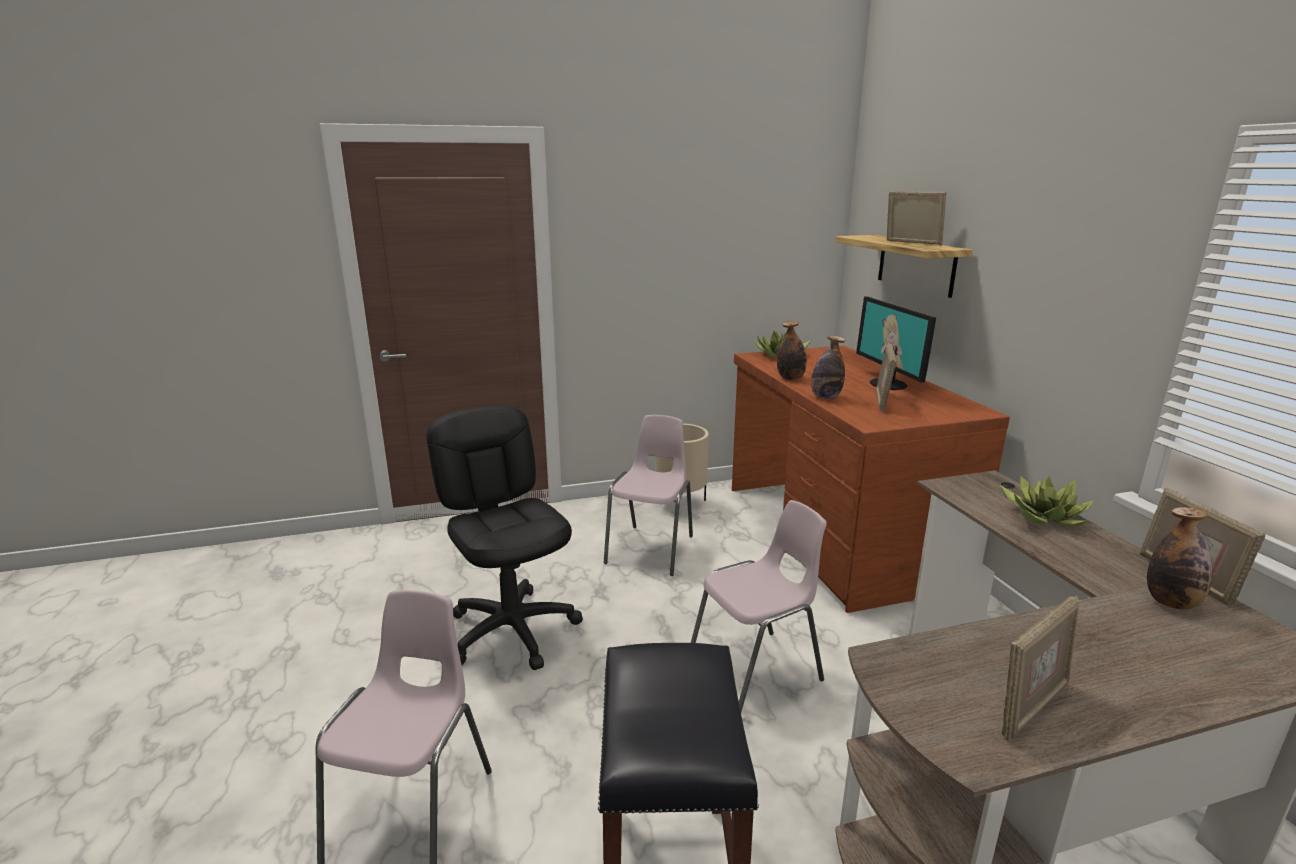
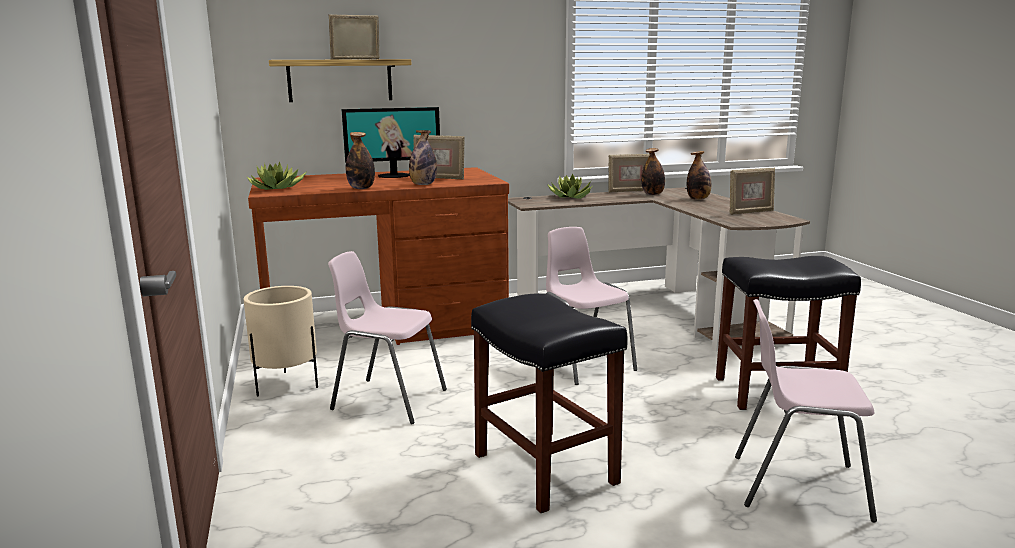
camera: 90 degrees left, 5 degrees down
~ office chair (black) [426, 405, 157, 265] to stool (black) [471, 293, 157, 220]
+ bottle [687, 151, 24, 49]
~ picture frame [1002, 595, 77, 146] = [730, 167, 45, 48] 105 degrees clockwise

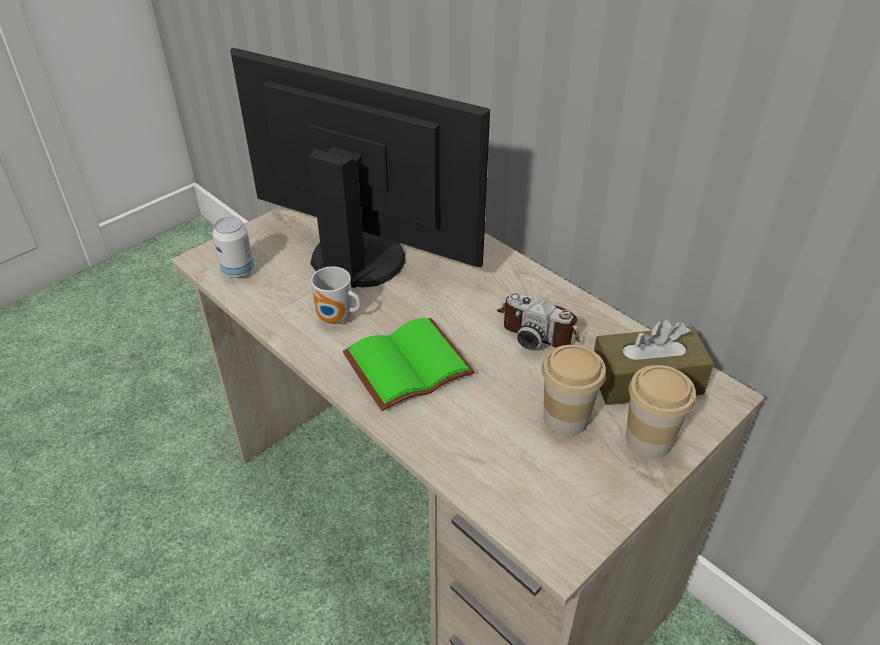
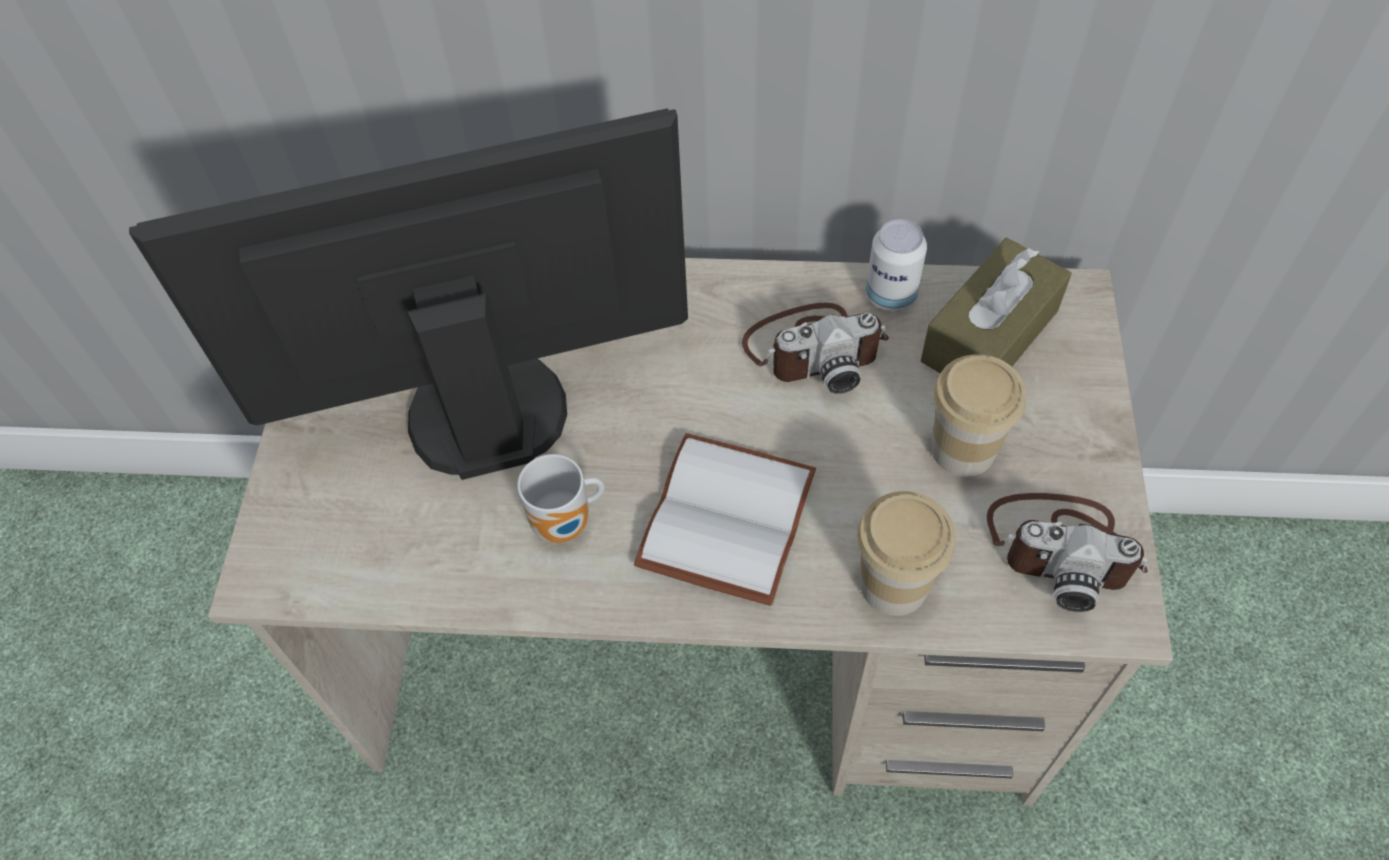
camera: 40 degrees left, 15 degrees up
~ book (green) [343, 318, 132, 93] to book (white) [634, 433, 182, 173]
~ cup [625, 365, 71, 93] to [857, 491, 99, 125]
~ can [213, 217, 41, 61] to [866, 219, 61, 92]
+ photo camera [987, 493, 161, 119]

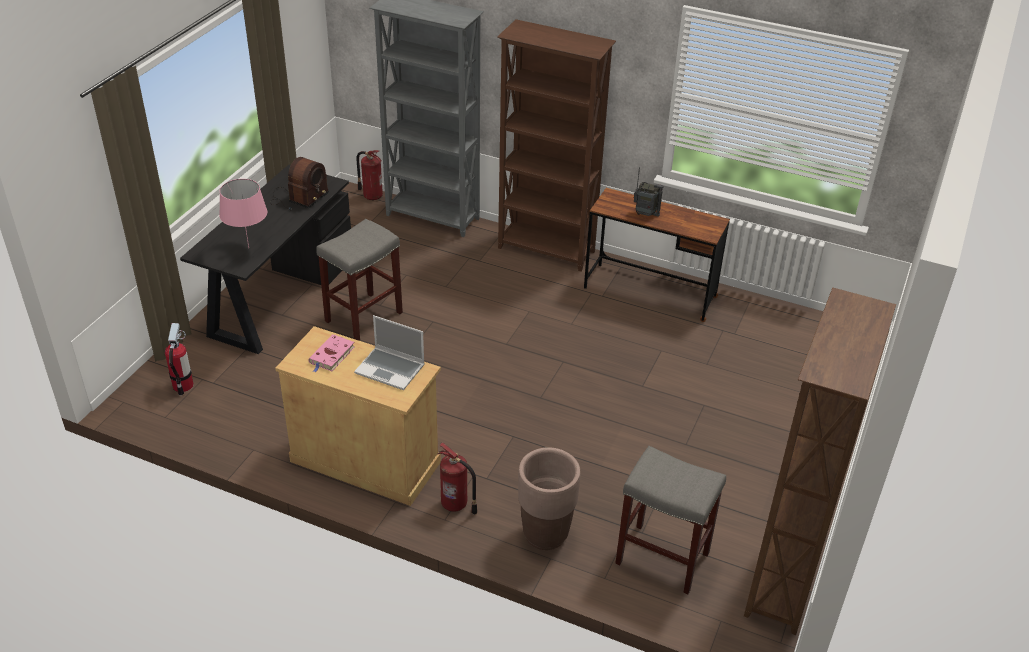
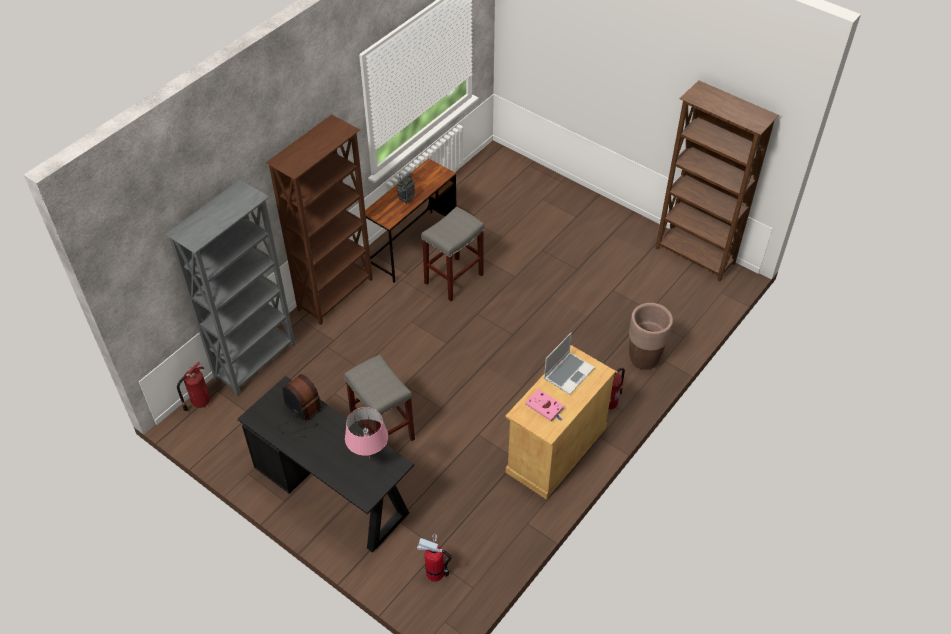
camera: 75 degrees left, 10 degrees up
~ stool (grey) [615, 446, 111, 148] to [421, 206, 63, 95]

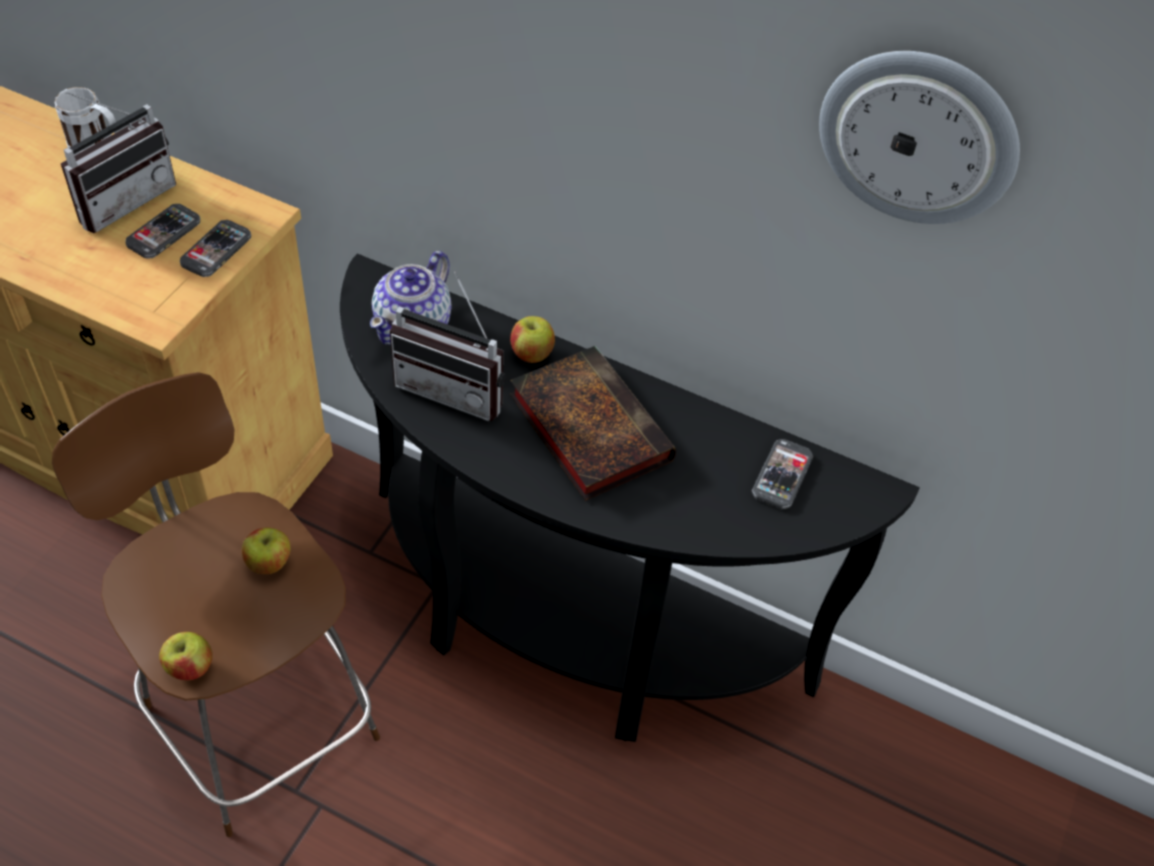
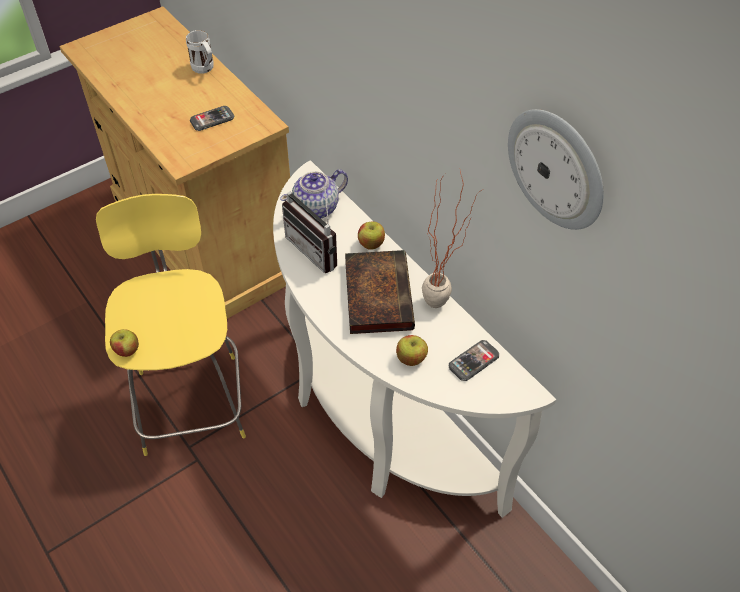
camera: 30 degrees right, 0 degrees up
~ stool (brown) [52, 372, 328, 465] to stool (yellow) [96, 194, 150, 262]
~ console table (black) [340, 254, 580, 488] to console table (white) [273, 160, 283, 358]
~ apple [242, 528, 49, 46] to [396, 335, 32, 31]
+ potted plant [422, 171, 61, 137]
- radio [61, 92, 115, 141]
- phone [180, 220, 71, 57]

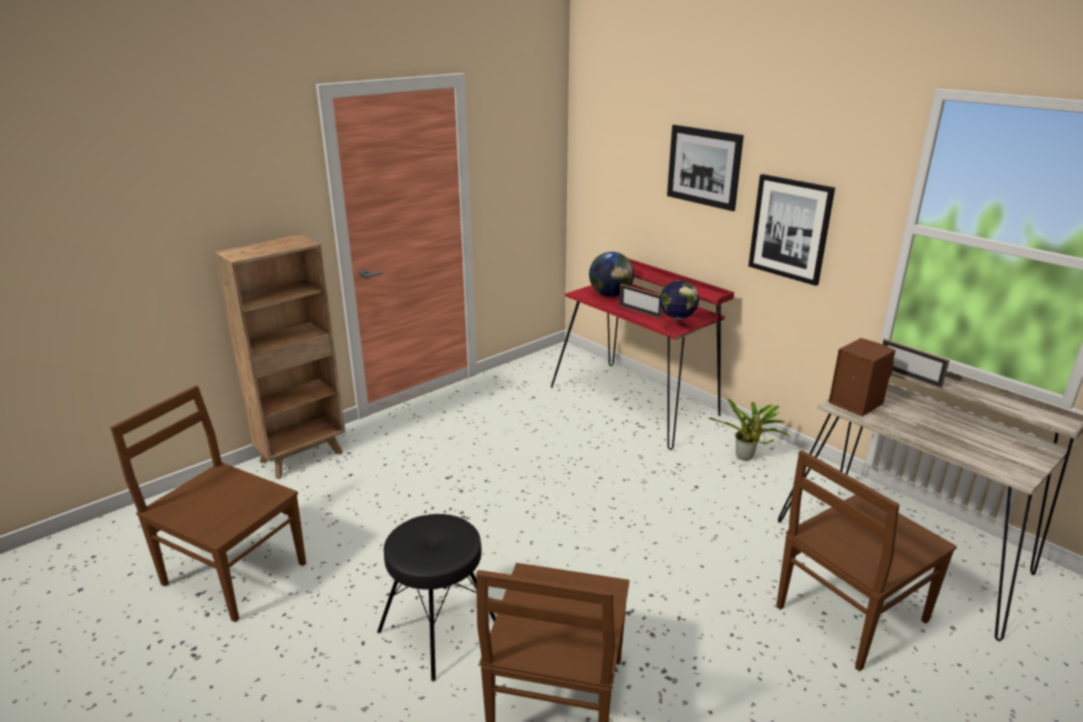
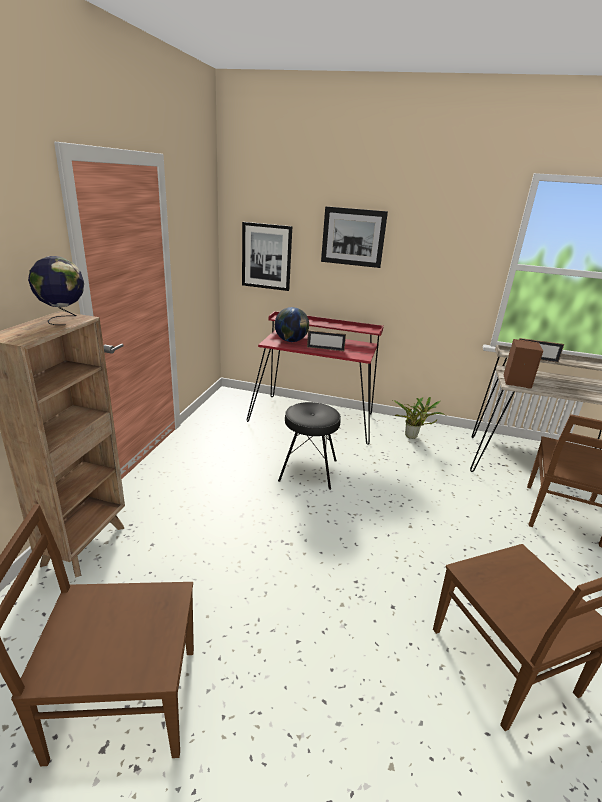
camera: 35 degrees left, 0 degrees up
~ globe [660, 280, 39, 54] to [28, 256, 56, 69]
~ picture [748, 174, 87, 112] to [242, 222, 50, 69]
~ stool (black) [377, 514, 119, 167] to [278, 402, 63, 88]

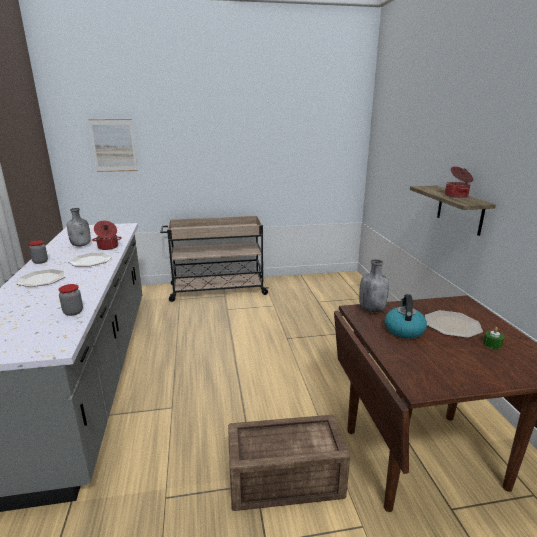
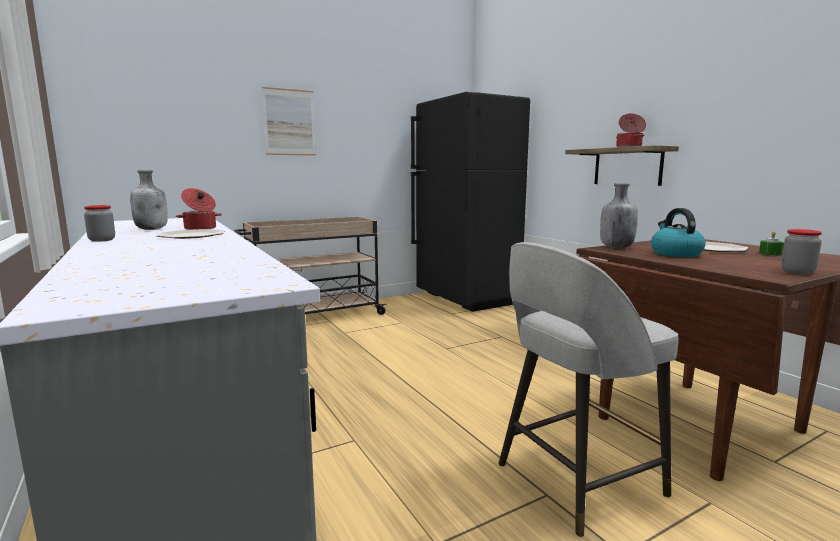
camera: 20 degrees left, 10 degrees down
~ picture [88, 119, 50, 53] to [262, 87, 54, 69]
+ fridge (black) [411, 92, 119, 220]
~ crate [228, 415, 122, 96] to stool (grey) [498, 242, 181, 295]
~ jar [58, 284, 25, 32] to [781, 229, 41, 45]
- plate [17, 269, 49, 18]

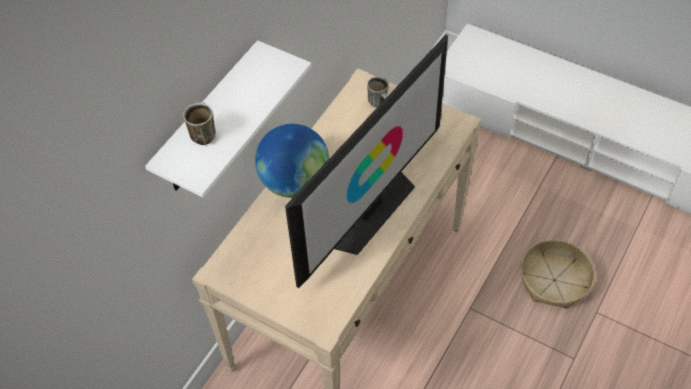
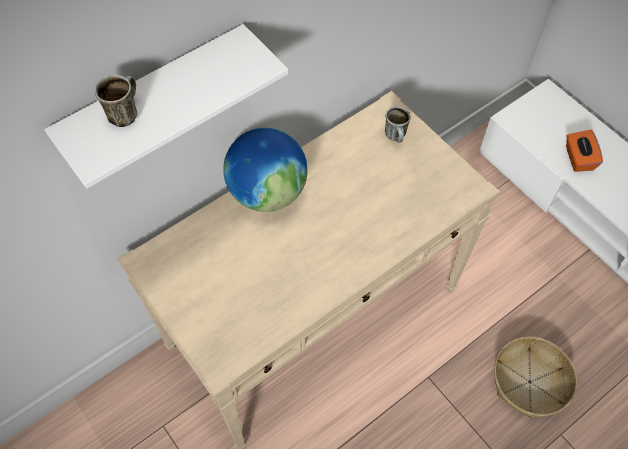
camera: 20 degrees right, 5 degrees up
+ tissue box (orange) [566, 130, 37, 42]
- television [285, 35, 163, 253]

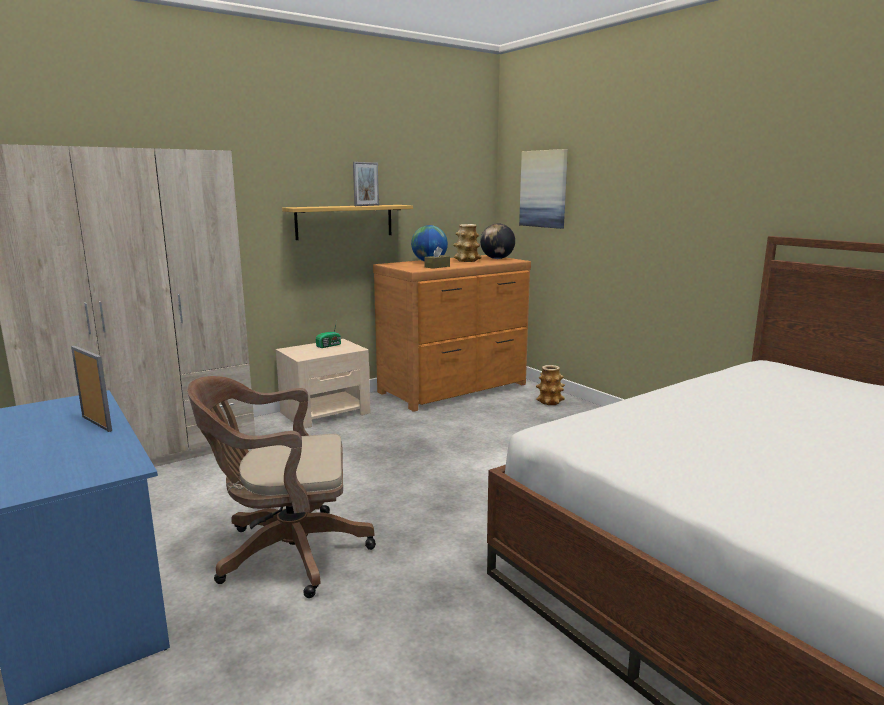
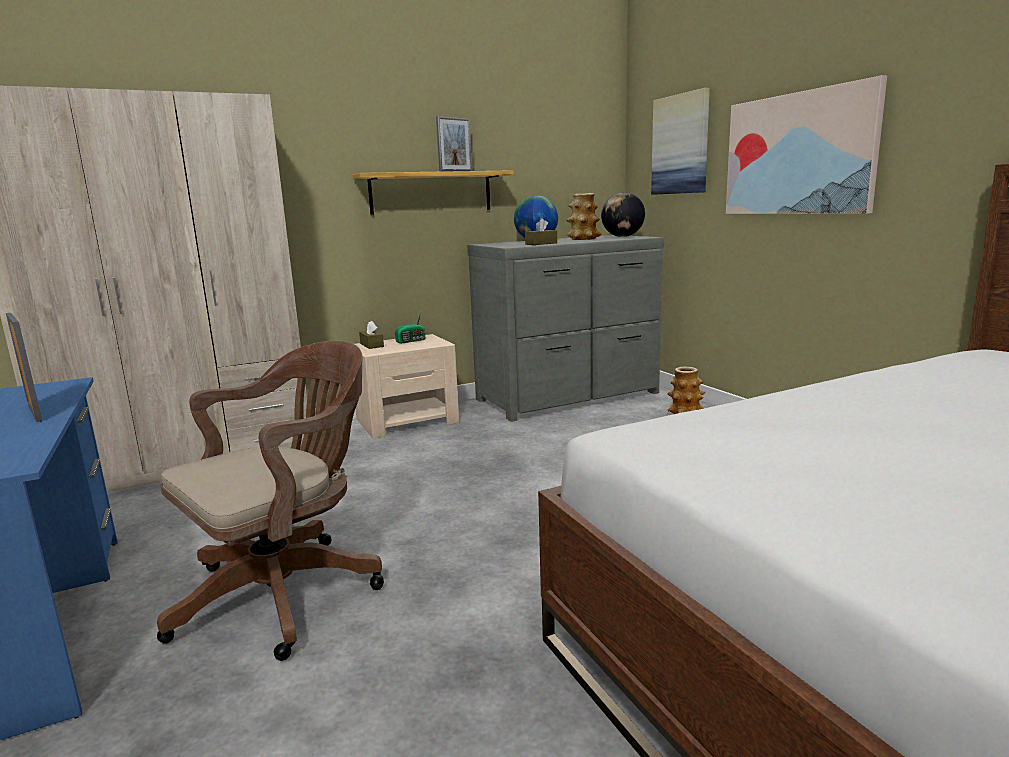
camera: 10 degrees right, 0 degrees up
~ office chair (brown) [187, 376, 189, 222] = [157, 341, 227, 320] 135 degrees clockwise
+ tissue box (brown) [359, 321, 25, 28]
~ dresser (brown) [373, 255, 158, 157] to dresser (grey) [467, 235, 197, 187]
+ picture [726, 75, 161, 139]

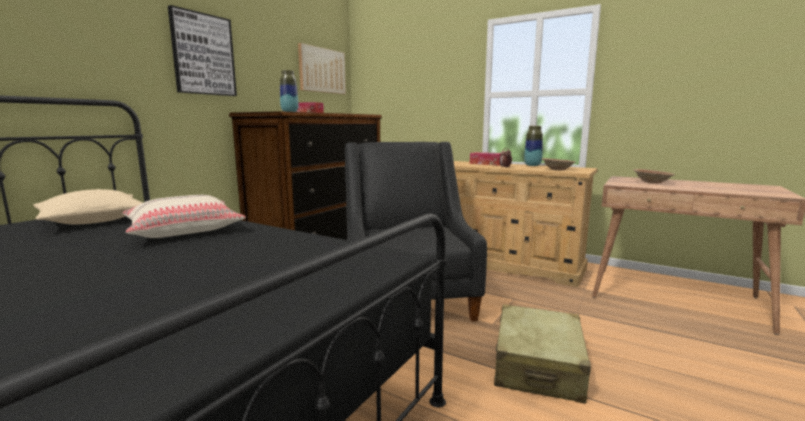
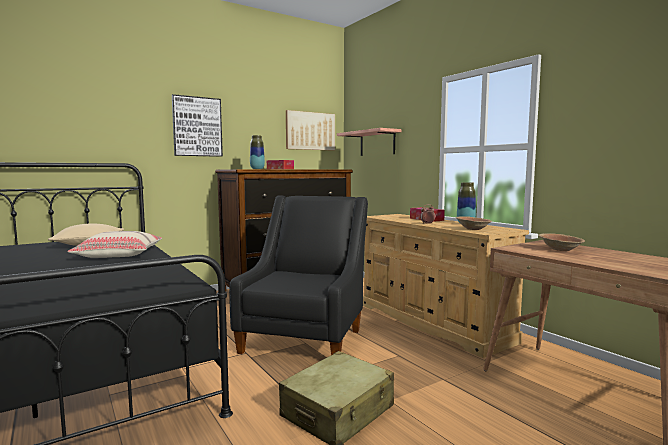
camera: 25 degrees right, 5 degrees down
+ shelf [337, 128, 65, 28]

